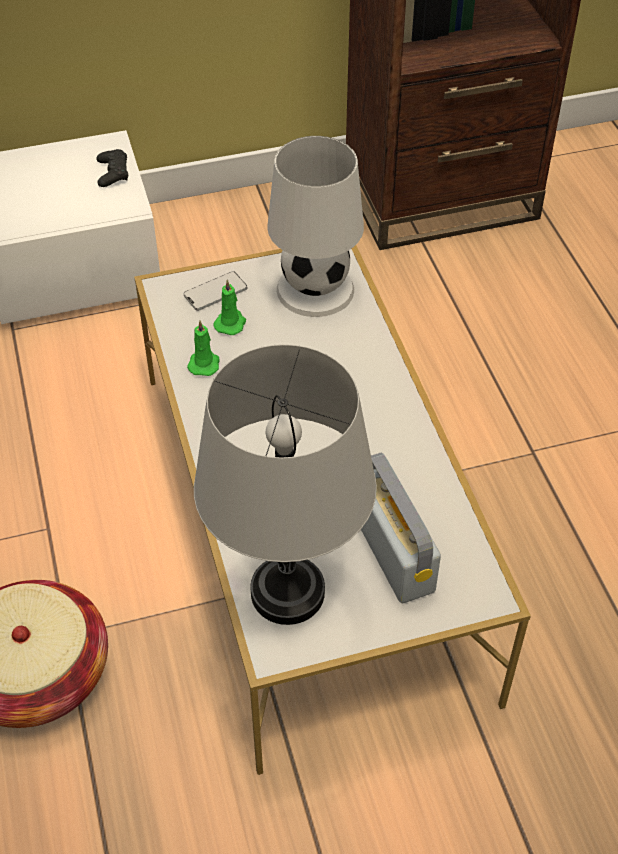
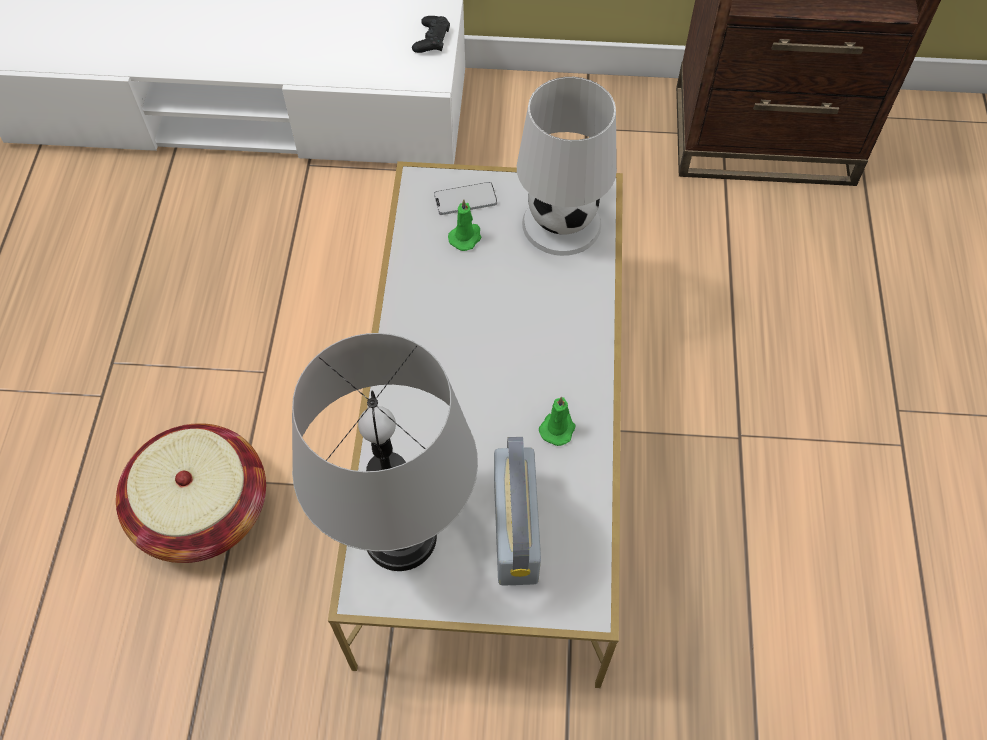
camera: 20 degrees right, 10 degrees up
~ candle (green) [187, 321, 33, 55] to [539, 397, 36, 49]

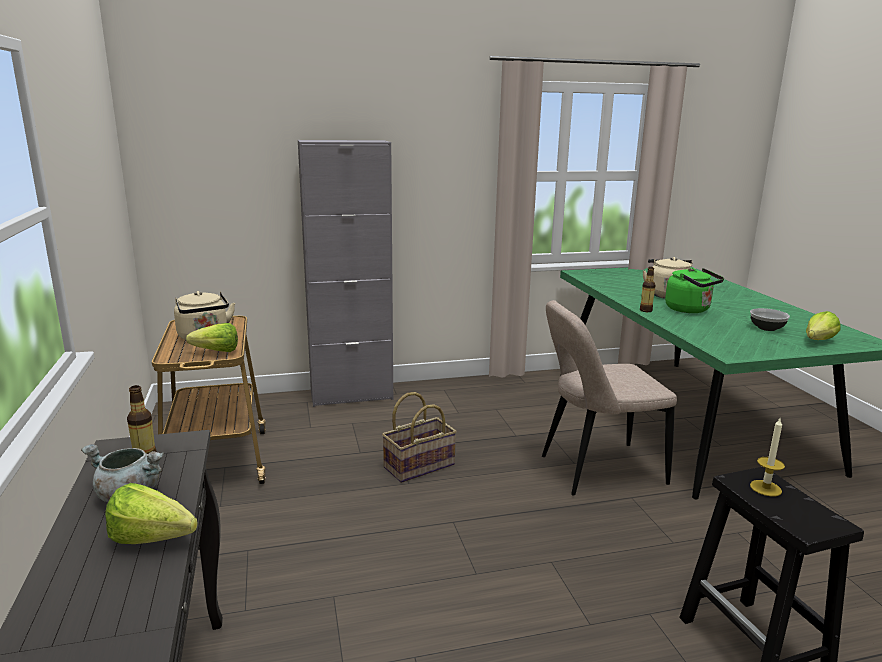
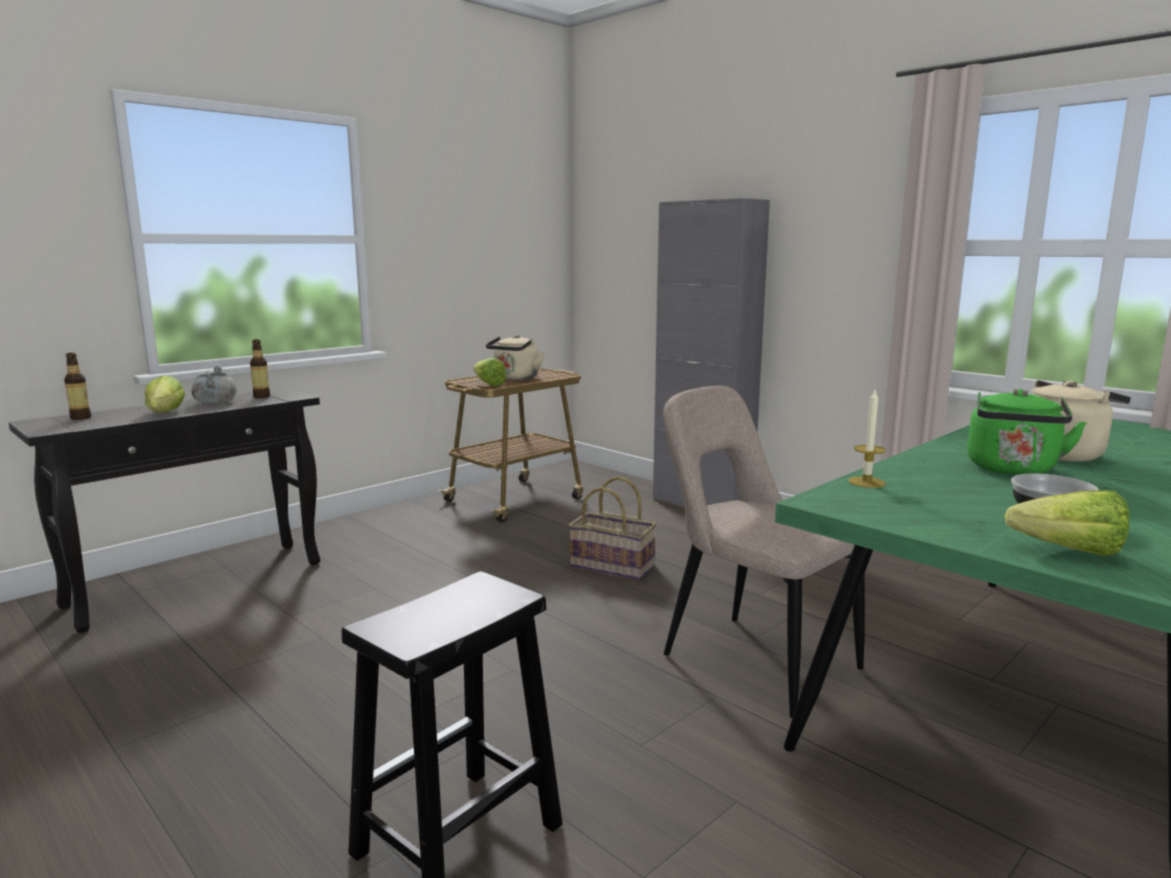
camera: 60 degrees right, 5 degrees down
~ bottle [640, 267, 15, 45] to [64, 353, 27, 67]
~ candle [750, 418, 35, 79] to [848, 390, 38, 98]

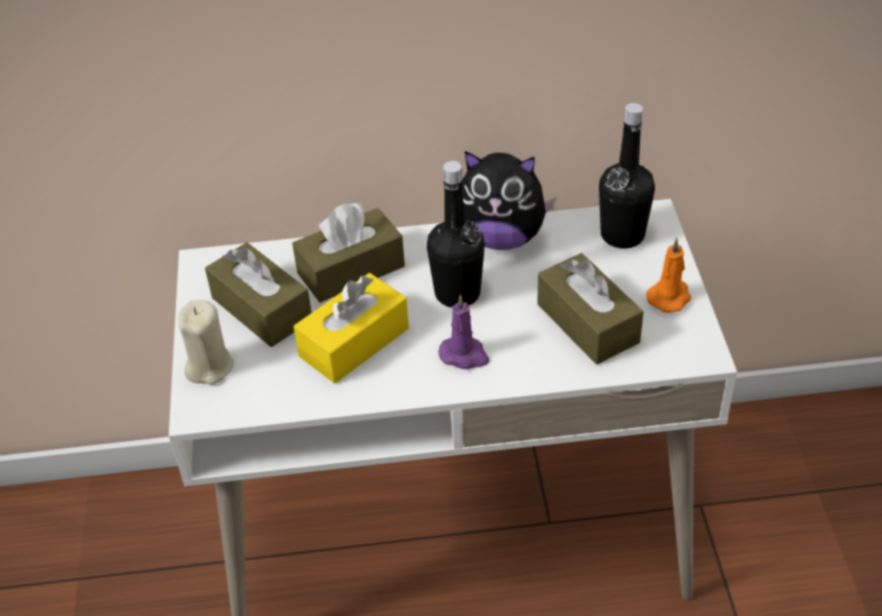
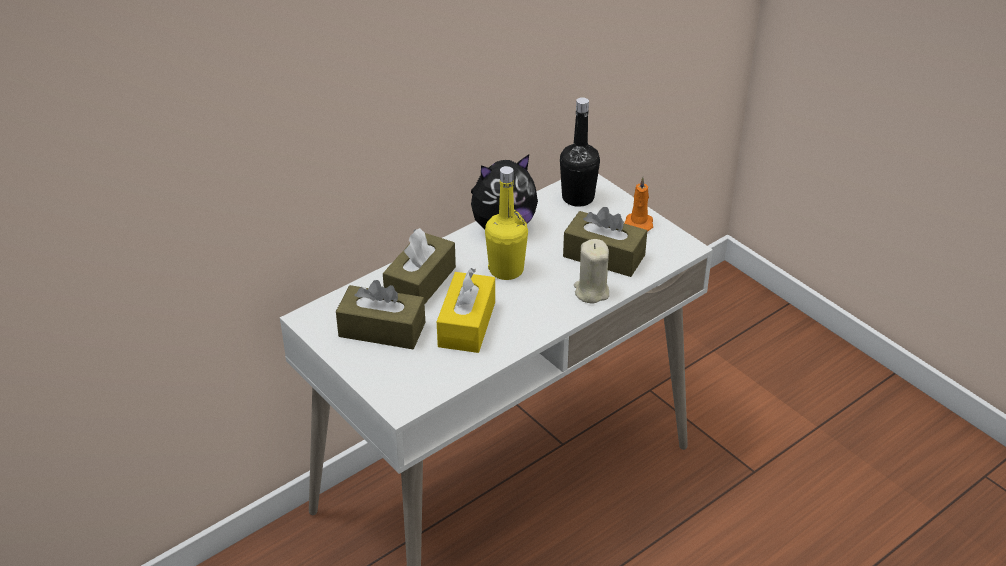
camera: 35 degrees left, 5 degrees down
~ bottle (black) [427, 161, 58, 147] to bottle (yellow) [485, 166, 43, 114]
~ candle (beige) [178, 300, 56, 85] to [574, 239, 35, 64]
- candle (purple) [439, 295, 50, 74]

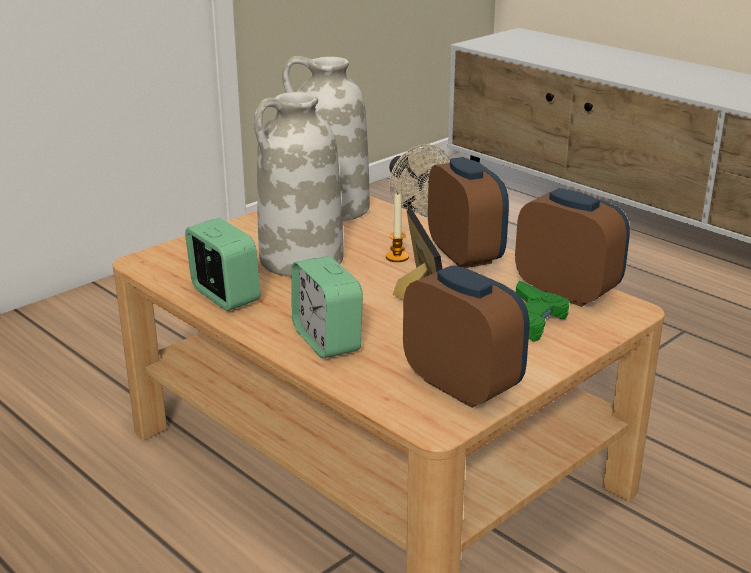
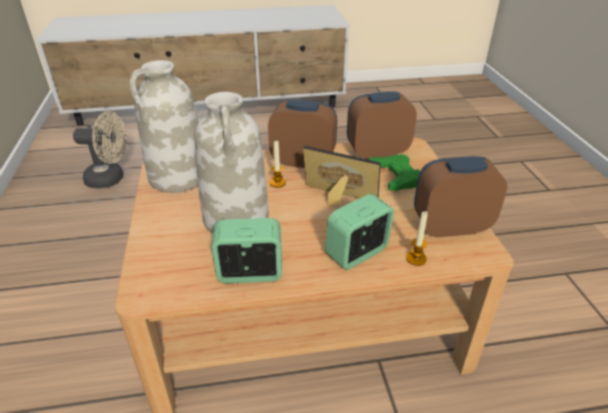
camera: 55 degrees left, 10 degrees up
~ alarm clock [292, 256, 71, 102] = [325, 194, 69, 76] 135 degrees clockwise
+ candle [406, 211, 22, 55]

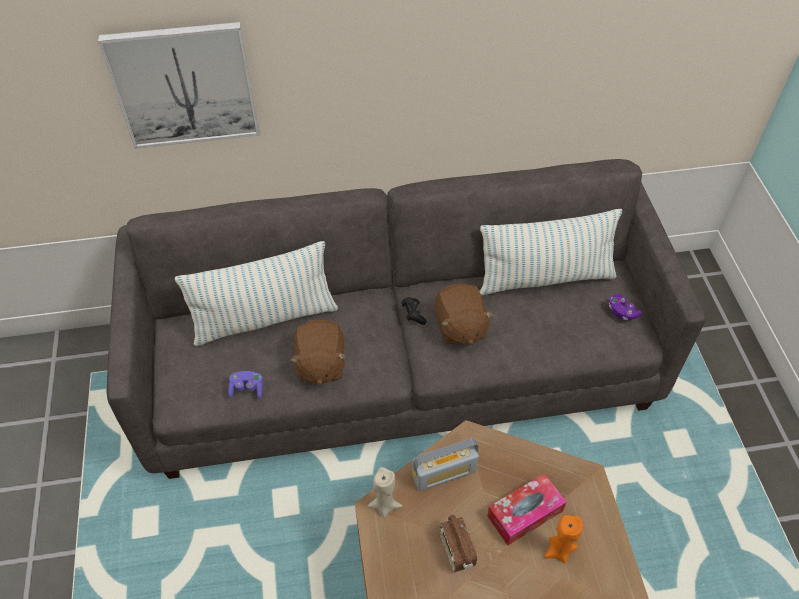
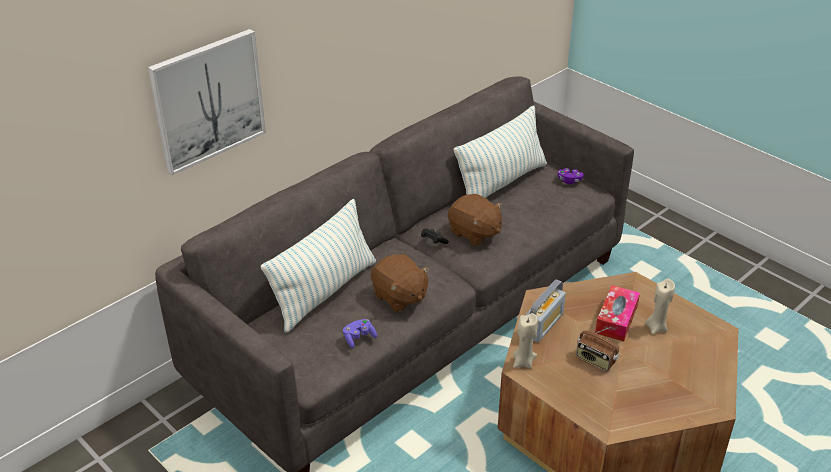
camera: 35 degrees left, 15 degrees down
~ candle (orange) [544, 515, 39, 49] to candle (beige) [645, 279, 30, 55]

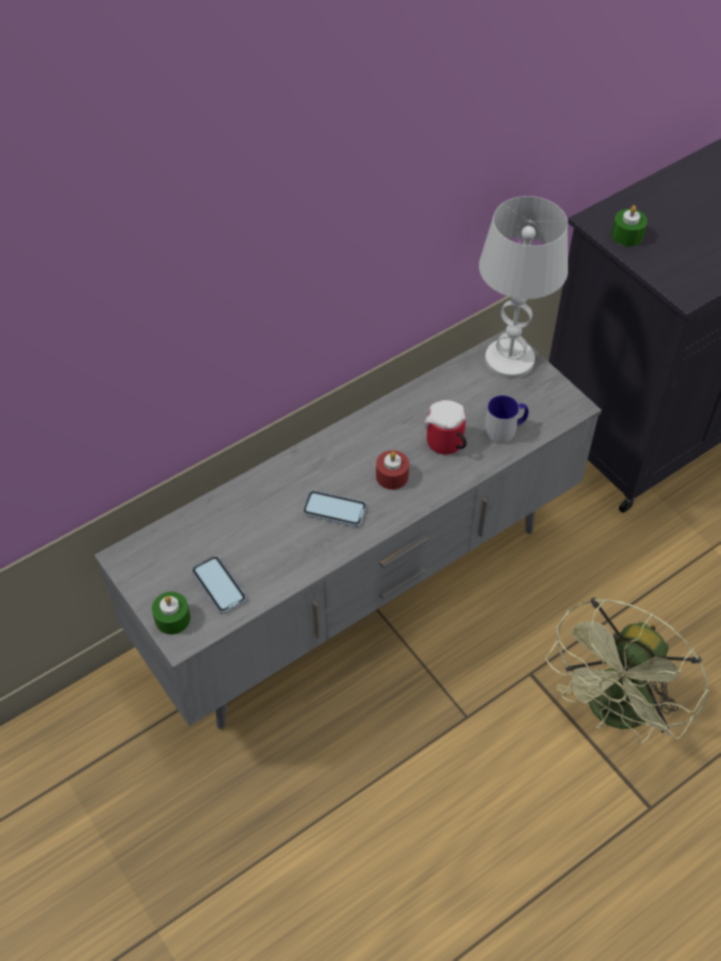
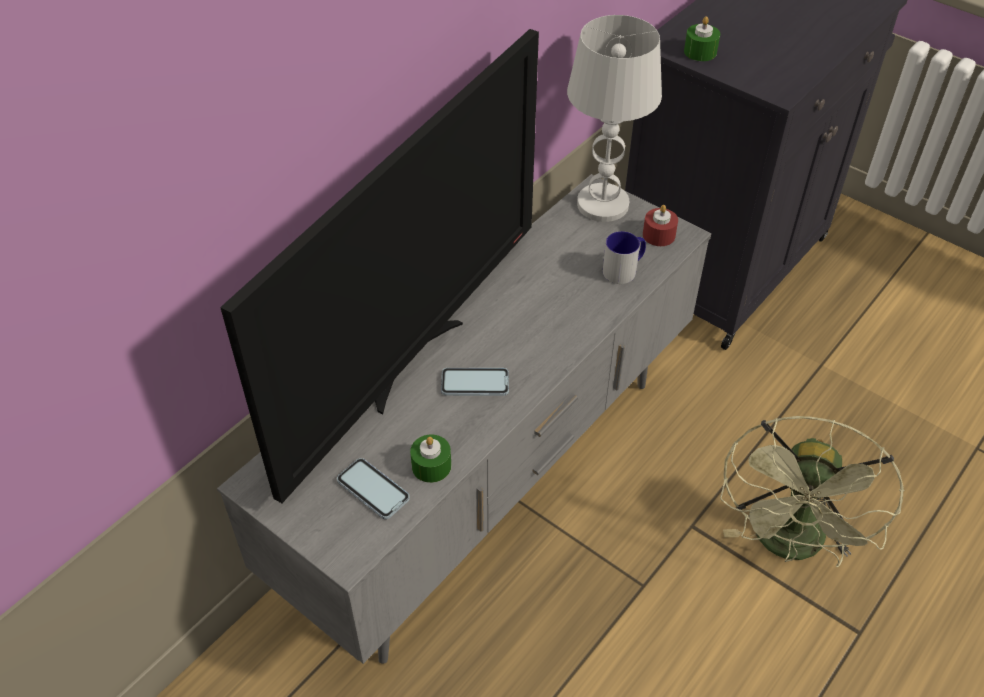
camera: 15 degrees left, 5 degrees down
+ television [220, 29, 319, 474]
~ candle (green) [152, 592, 39, 43] to [410, 434, 41, 49]
~ candle (red) [376, 450, 33, 40] to [643, 205, 35, 41]
- mug [424, 400, 43, 55]

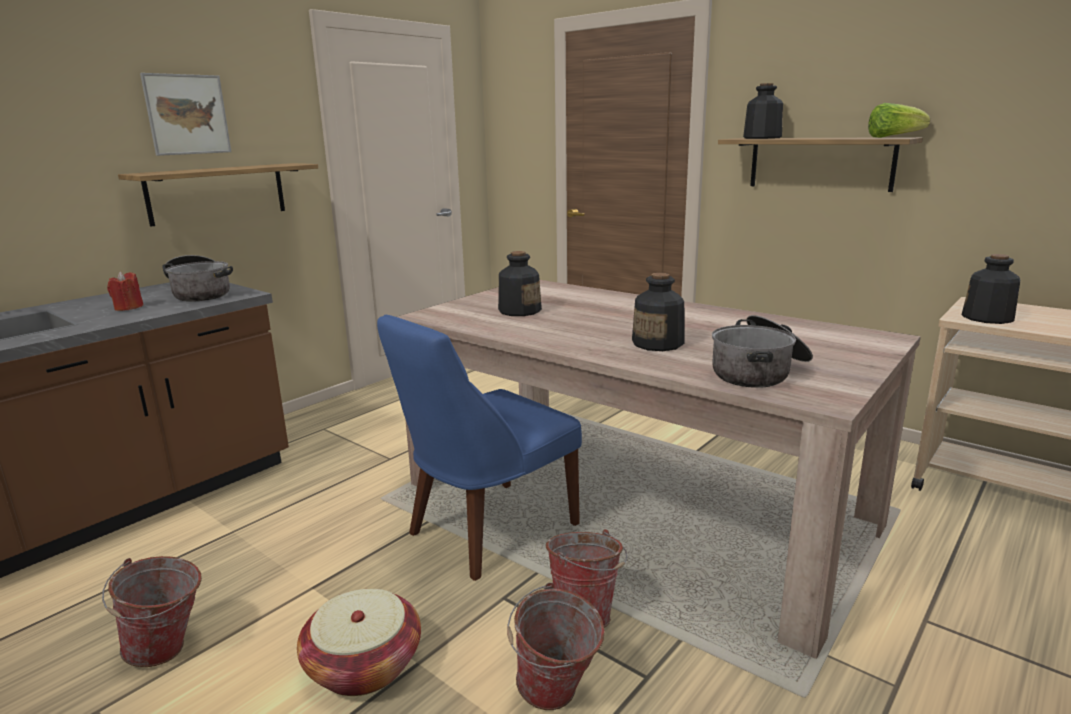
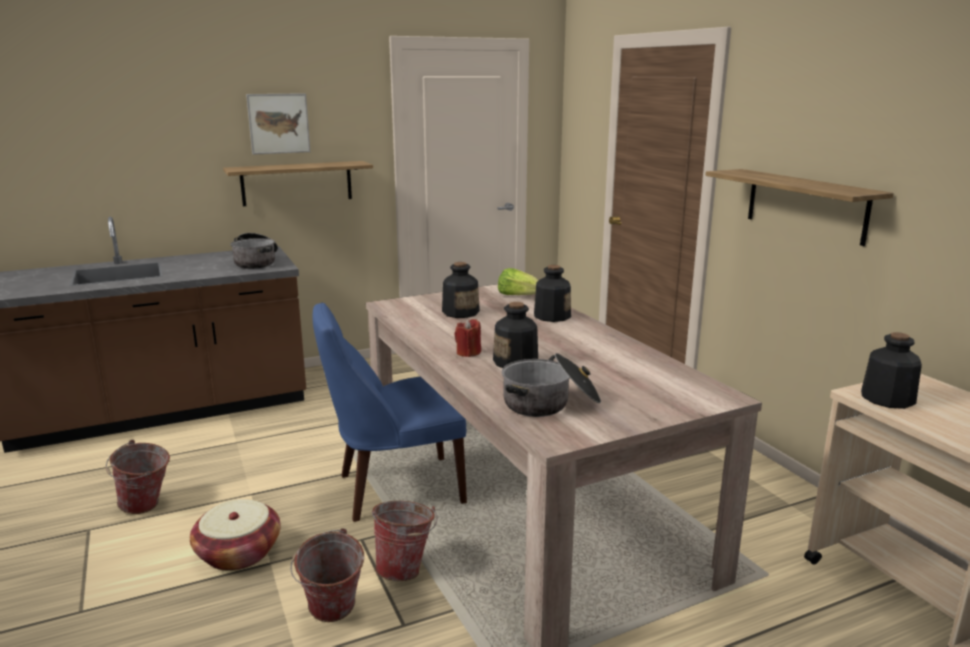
camera: 25 degrees right, 0 degrees up
~ candle (red) [107, 272, 36, 39] to [455, 319, 26, 38]
~ lettuce [868, 103, 62, 35] to [498, 268, 40, 27]
~ bottle [743, 83, 40, 56] to [534, 265, 37, 57]

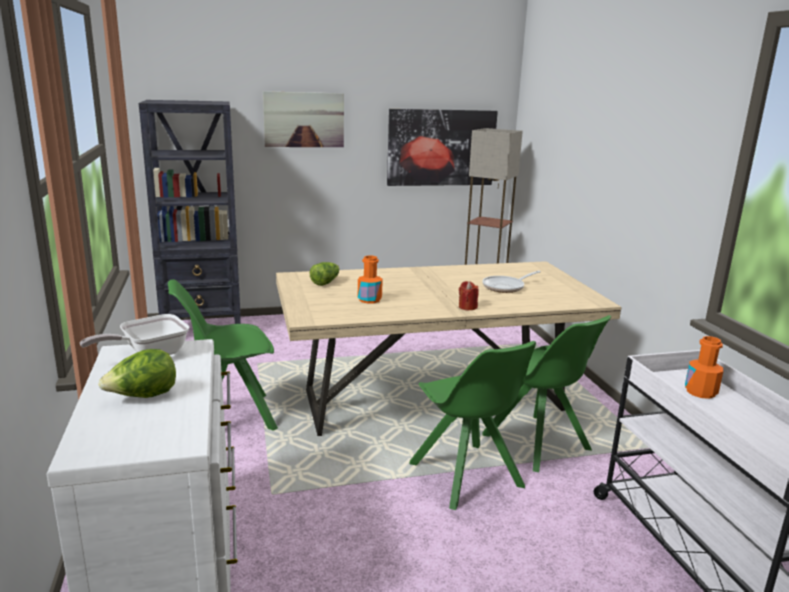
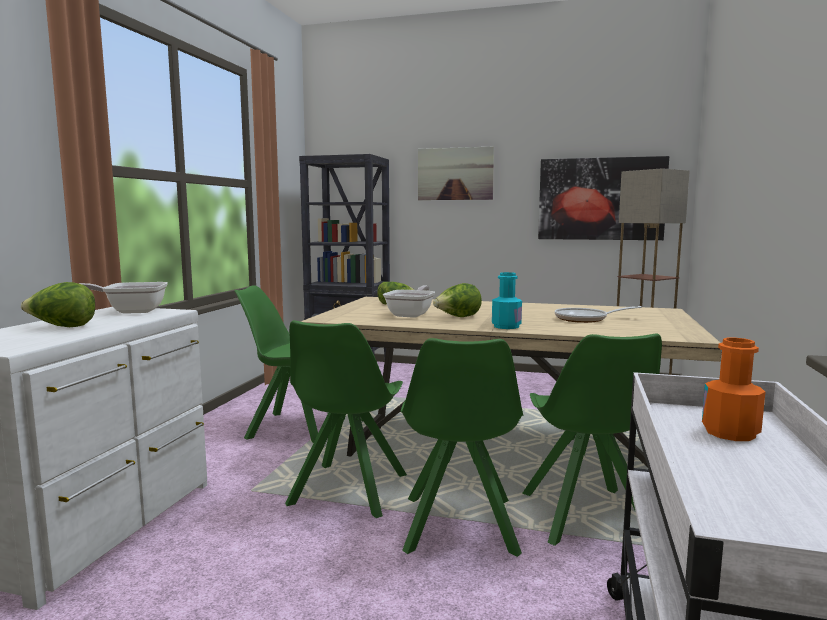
camera: 30 degrees right, 10 degrees down
+ chair (green) [285, 320, 122, 198]
~ bottle (orange) [358, 256, 25, 48] to frying pan [383, 286, 52, 32]
+ lettuce [433, 283, 49, 34]
~ candle (red) [459, 281, 20, 29] to bottle (turquoise) [492, 272, 30, 57]

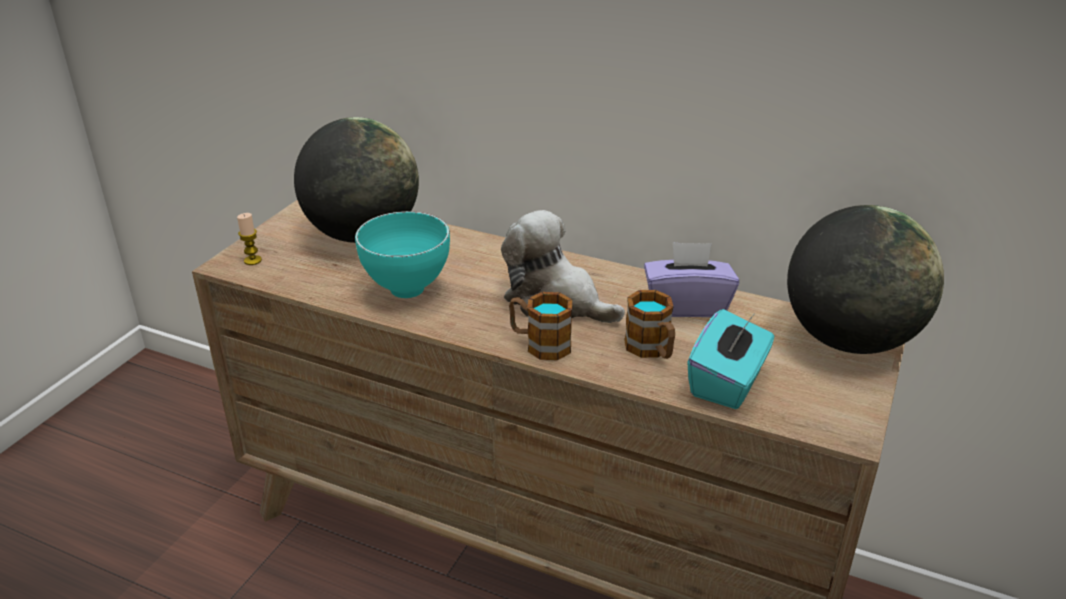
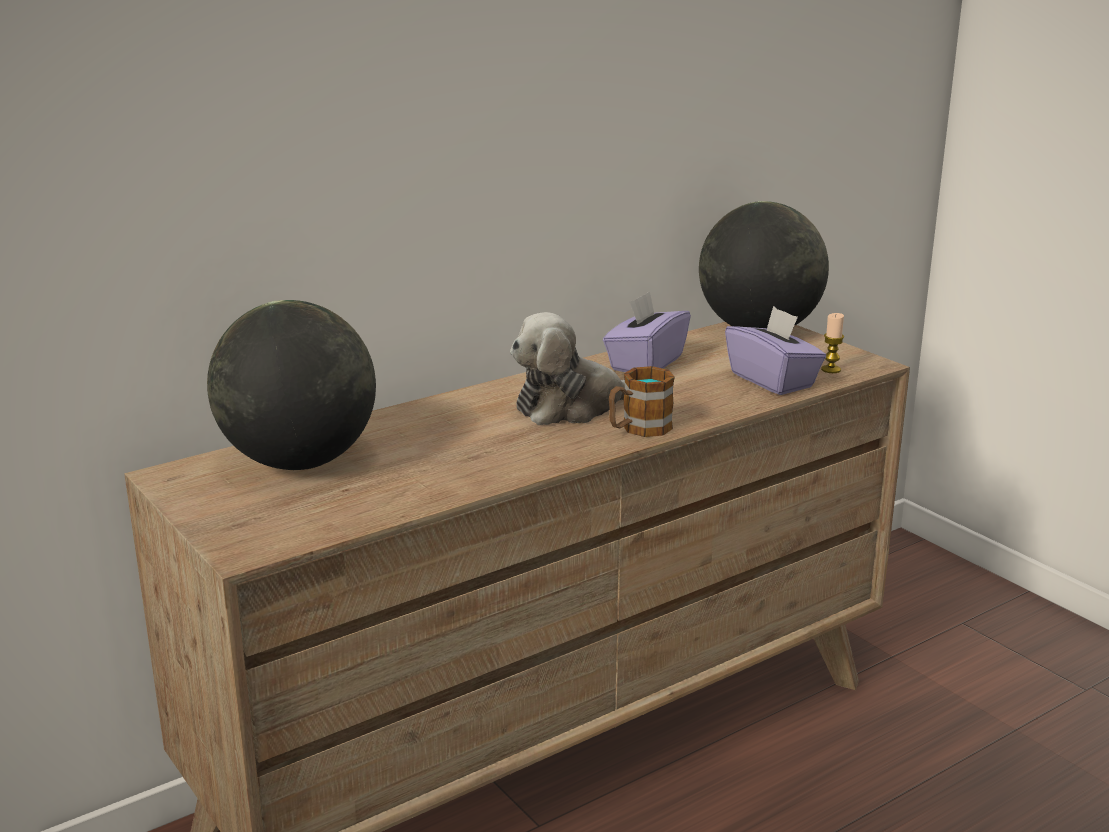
camera: 60 degrees left, 10 degrees down
~ tissue box (turquoise) [687, 309, 87, 100] to tissue box (purple) [725, 306, 101, 89]
~ candle [237, 213, 25, 52] to [821, 313, 23, 60]
- bowl (turquoise) [355, 211, 95, 87]
- mug [624, 290, 51, 69]

